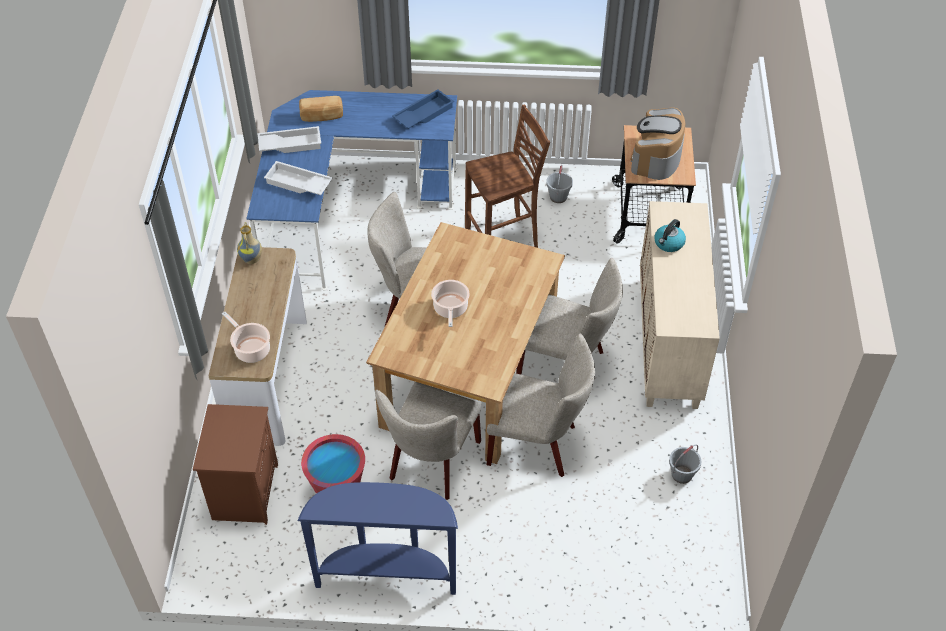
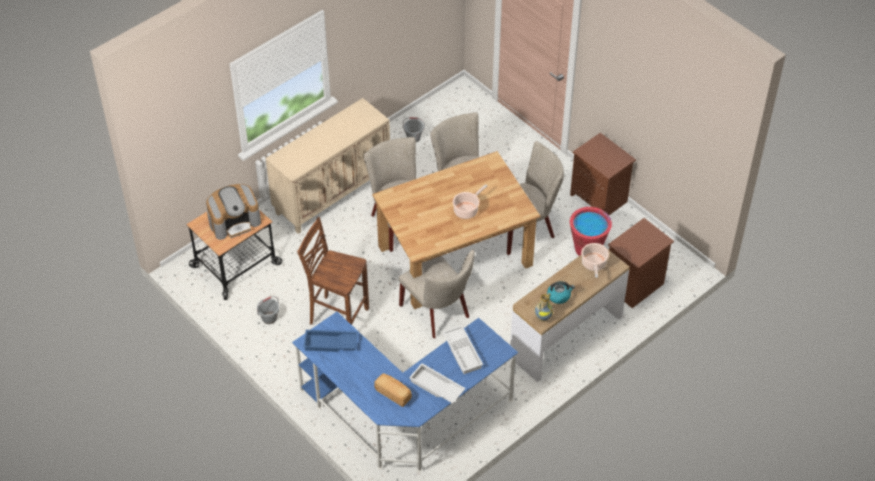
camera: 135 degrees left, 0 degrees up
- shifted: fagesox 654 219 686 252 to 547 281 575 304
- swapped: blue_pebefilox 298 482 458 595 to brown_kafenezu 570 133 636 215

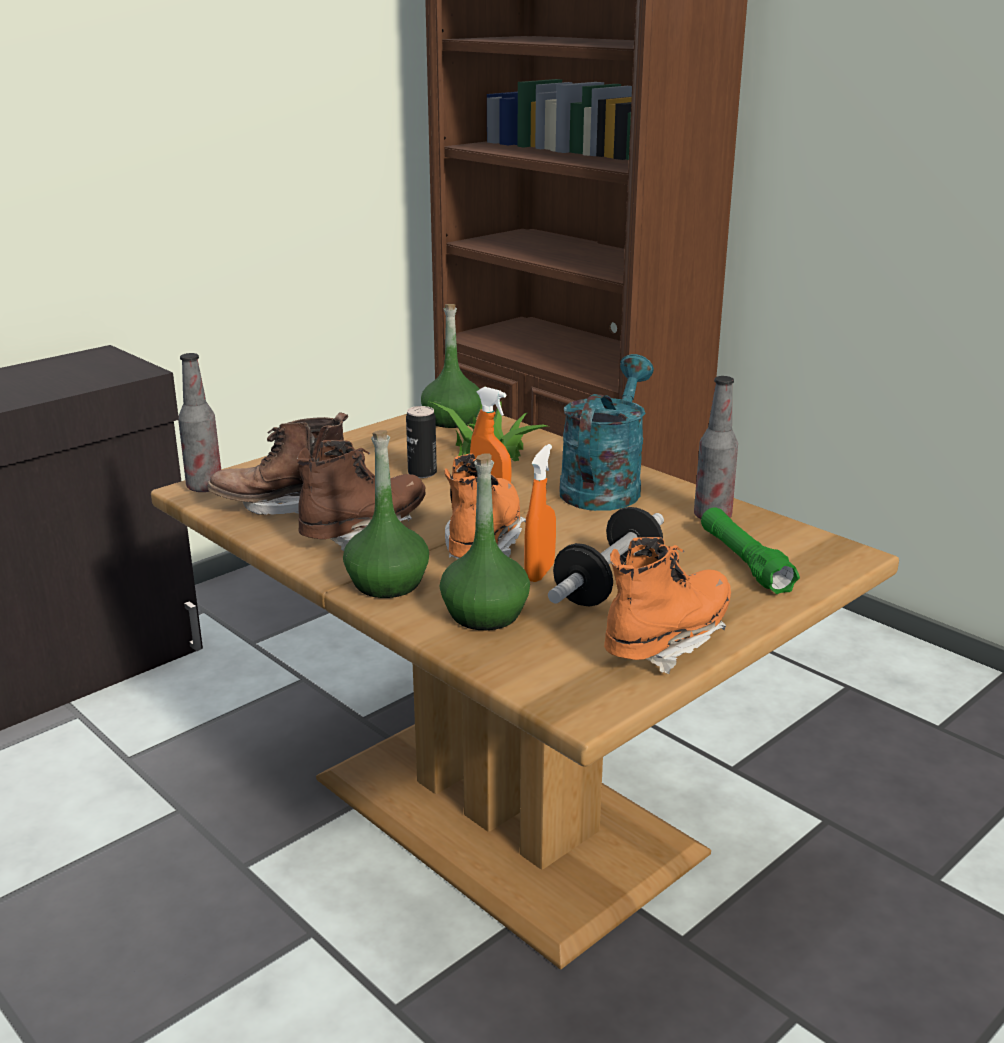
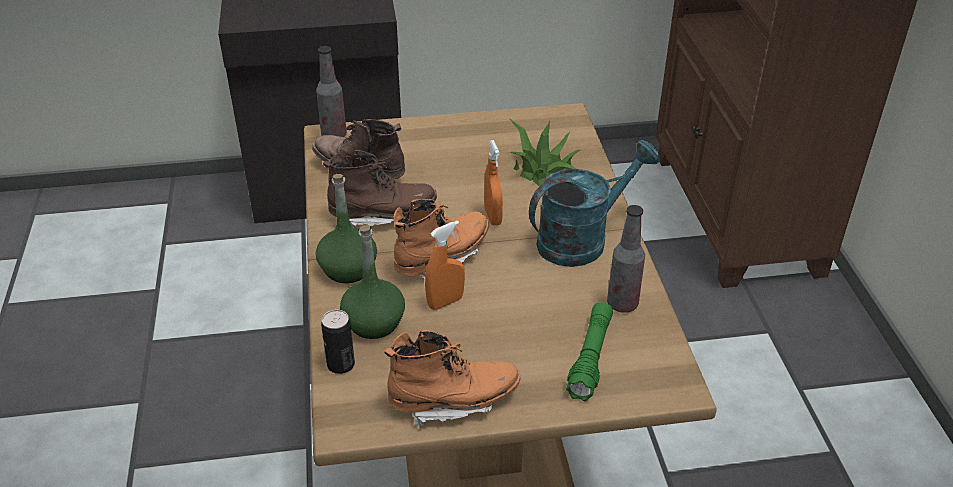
camera: 35 degrees right, 15 degrees up
- shifted: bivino 406 406 437 478 to 321 310 355 374
- gone: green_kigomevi 421 304 481 428
- gone: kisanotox 548 507 664 606

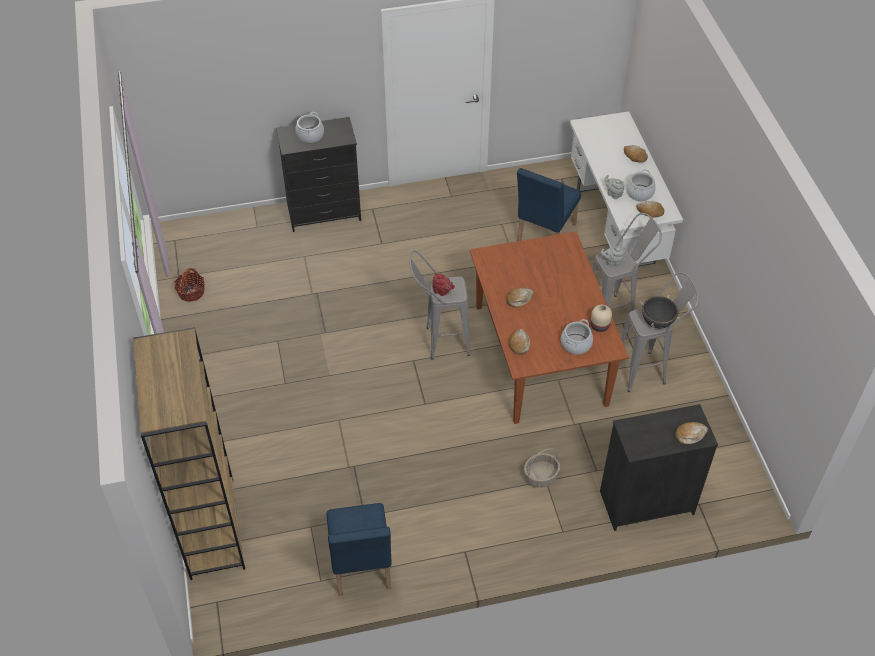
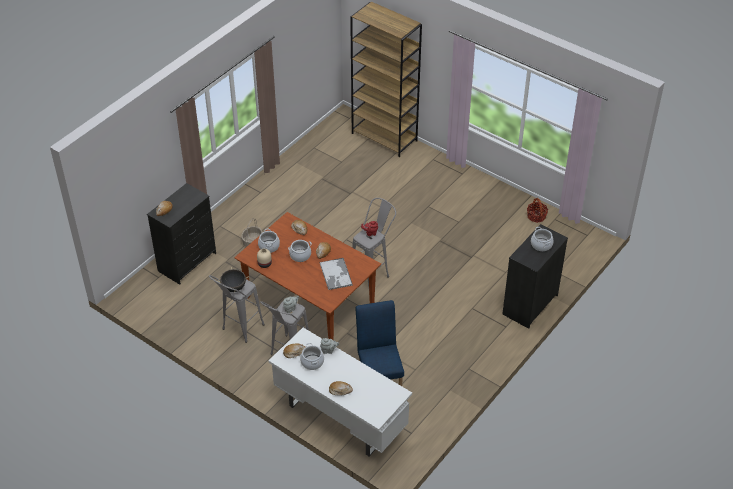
camera: 140 degrees right, 5 degrees down
- new: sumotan 288 240 312 262
- new: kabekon 319 258 353 290
- gone: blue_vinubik 326 503 391 596

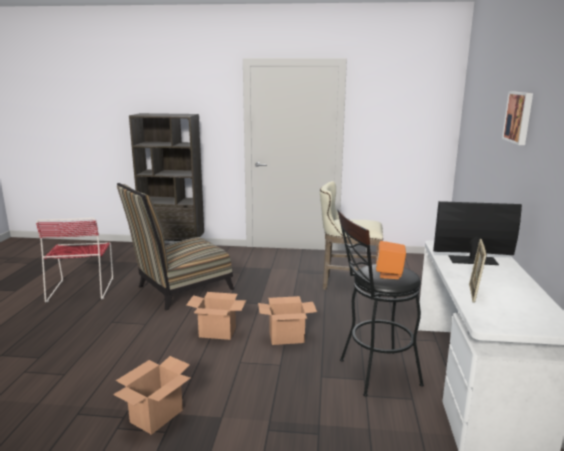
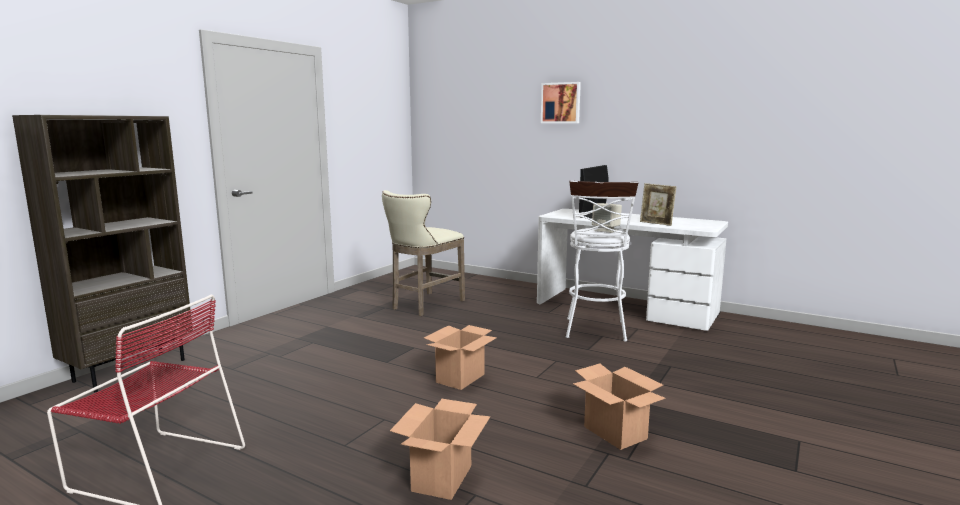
camera: 65 degrees left, 5 degrees down
- shifted: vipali 258 296 317 345 to 390 399 490 500
- repainted: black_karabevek 338 209 424 396 to white_karabevek 566 181 639 342
- repainted: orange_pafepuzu 376 241 406 279 to beige_pafepuzu 592 203 622 233
- gone: vinubik 117 183 235 310

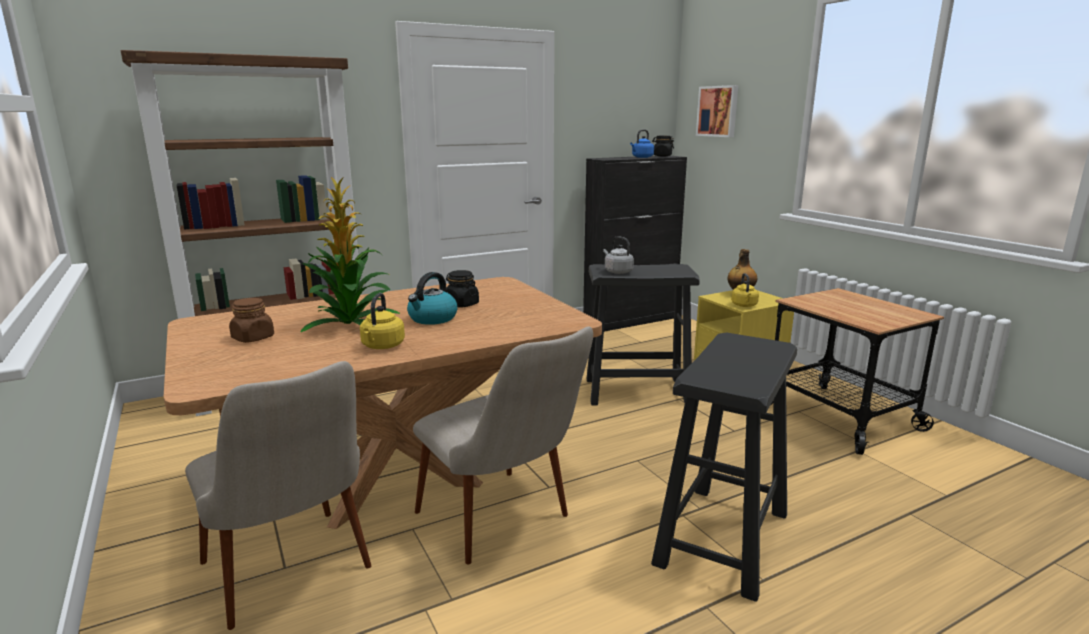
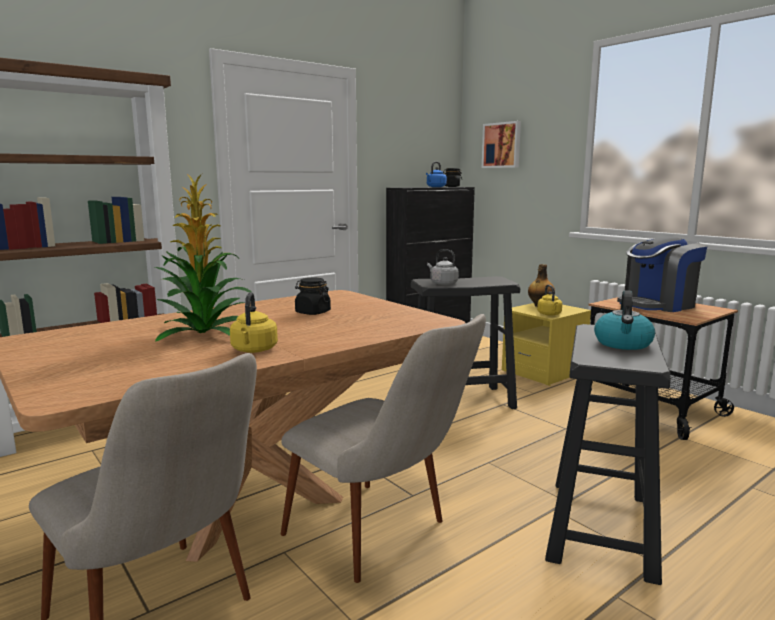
camera: 10 degrees left, 5 degrees down
- shifted: fagesox 407 272 457 325 to 594 290 655 350
- new: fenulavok 617 237 707 312
- gone: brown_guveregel 229 298 274 343

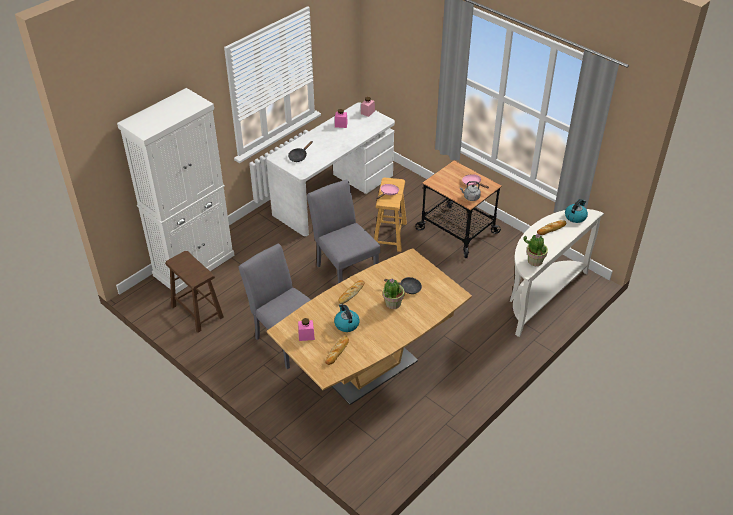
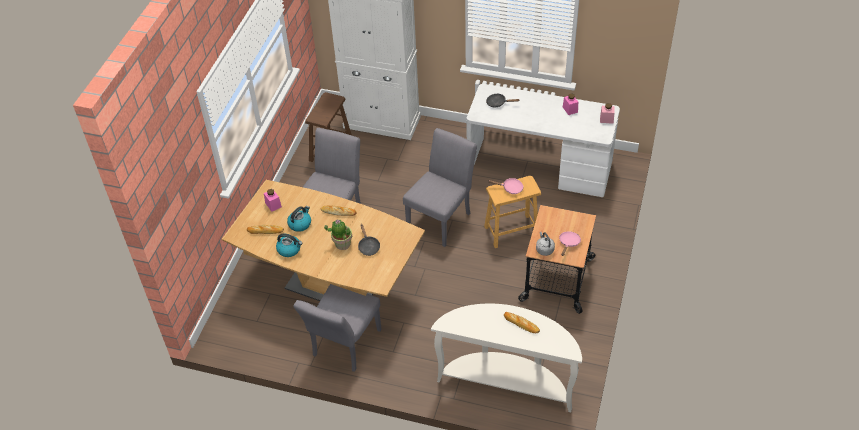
camera: 65 degrees right, 5 degrees up
- shifted: fagesox 565 199 588 223 to 276 233 303 257
- new: grey_vinubik 293 284 382 372
- gone: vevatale 523 234 548 266

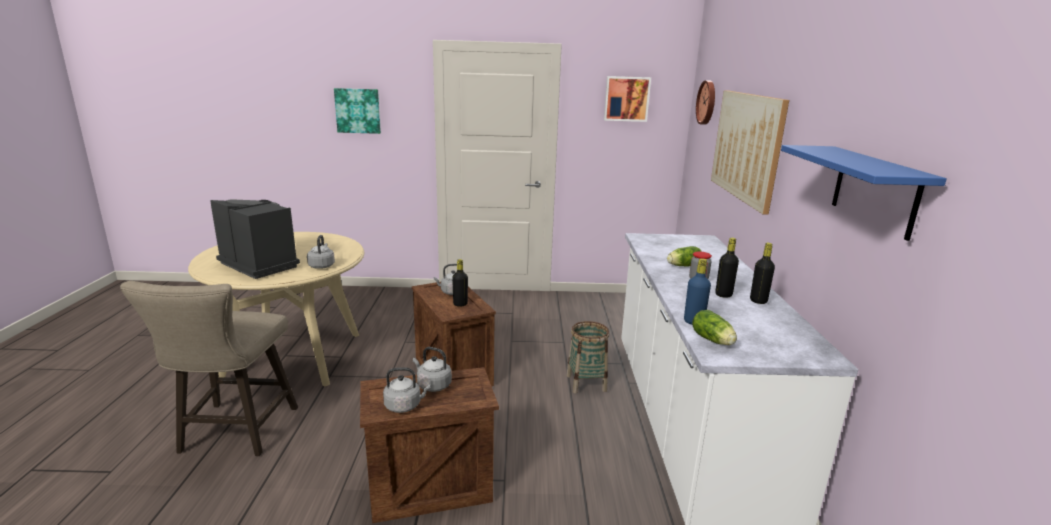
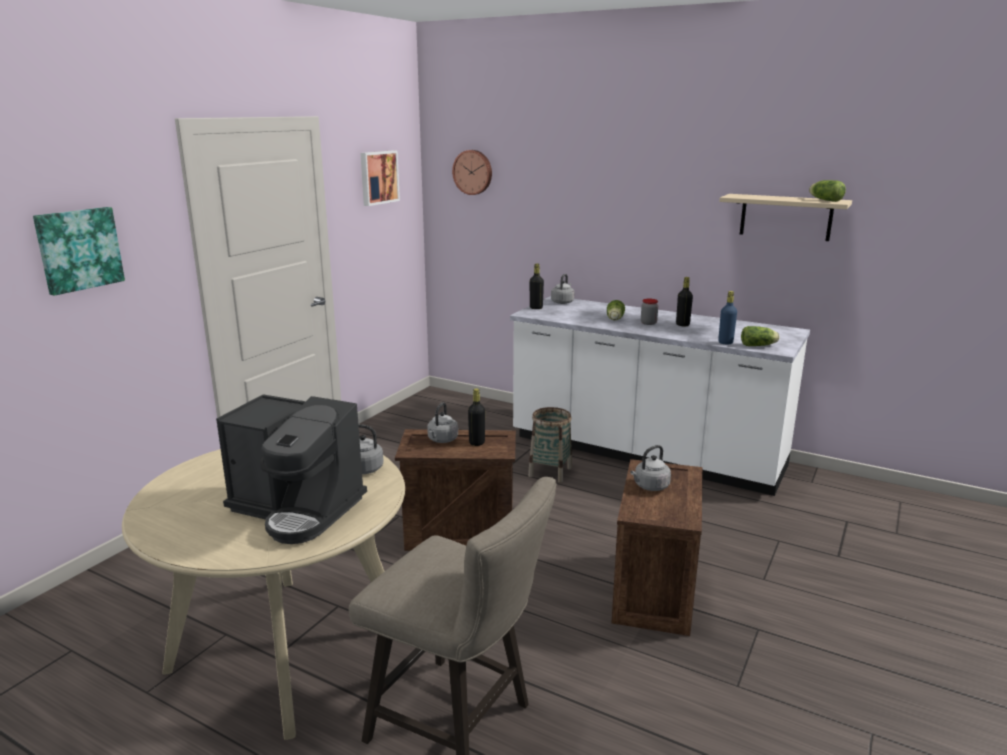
camera: 60 degrees left, 0 degrees up
- rotated: fenulavok 210 199 300 279 = 216 394 367 544 135 degrees counterclockwise
- shifted: black_kigomevi 750 243 775 304 to 530 264 544 309
- shifted: grey_fagesox 383 367 430 413 to 551 274 574 304
- repainted: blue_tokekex 781 145 947 241 to beige_tokekex 719 194 852 241
- new: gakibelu 809 180 846 202
- gone: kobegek 711 90 789 215

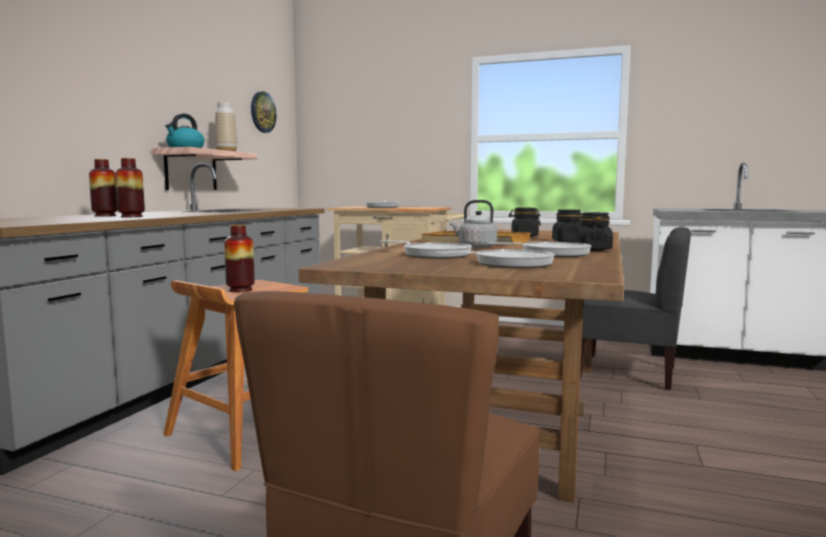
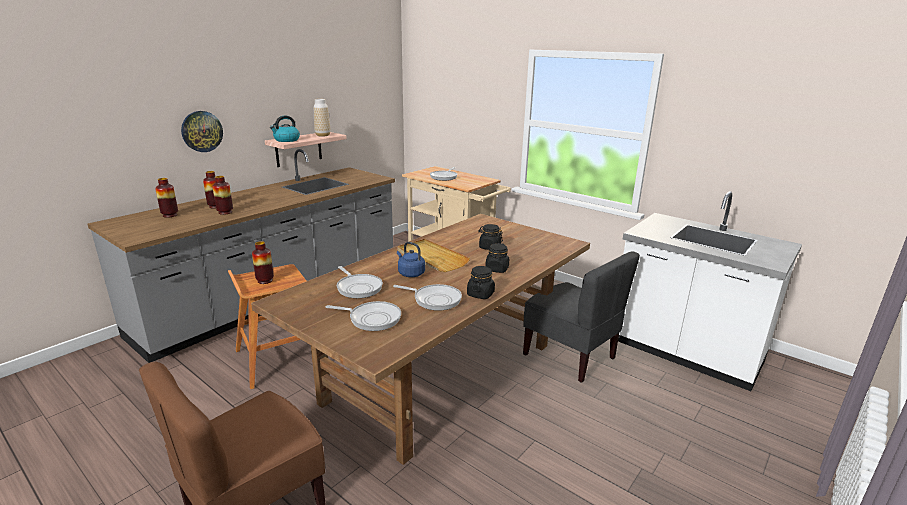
camera: 20 degrees right, 15 degrees up
- new: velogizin 155 178 178 218
- shifted: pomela 251 91 276 133 to 181 111 223 152
- repainted: grey_fagesox 450 200 497 249 to blue_fagesox 397 242 425 277

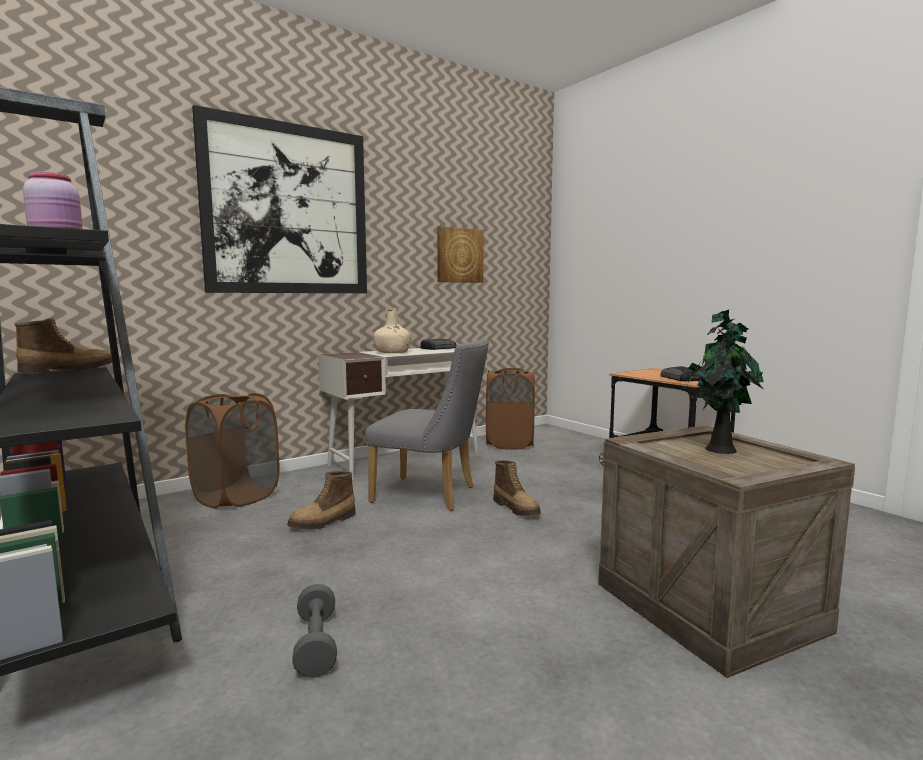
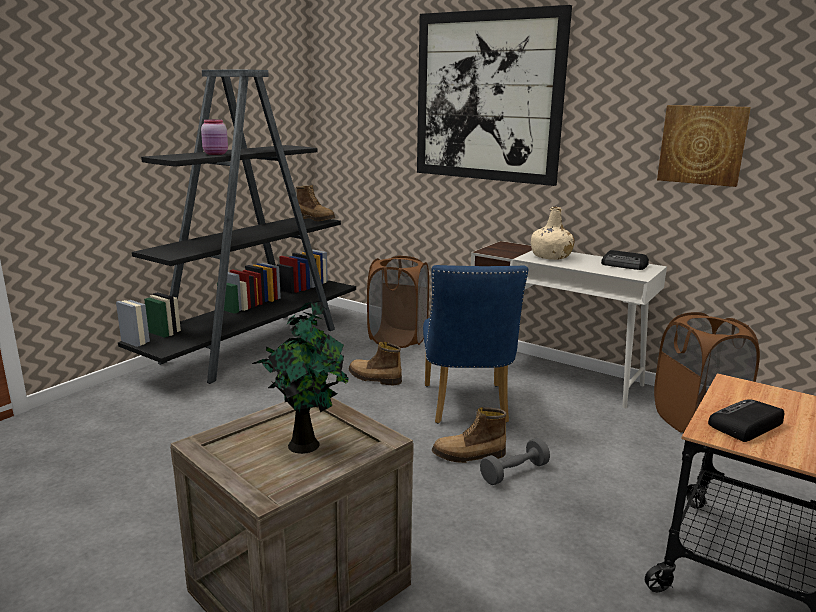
camera: 70 degrees right, 10 degrees up
- repainted: grey_vinubik 365 338 489 511 to blue_vinubik 423 265 528 424
- rotated: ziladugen 493 460 541 516 = 432 407 507 463 45 degrees clockwise
- shifted: grey_kisanotox 292 584 337 677 to 480 438 550 485

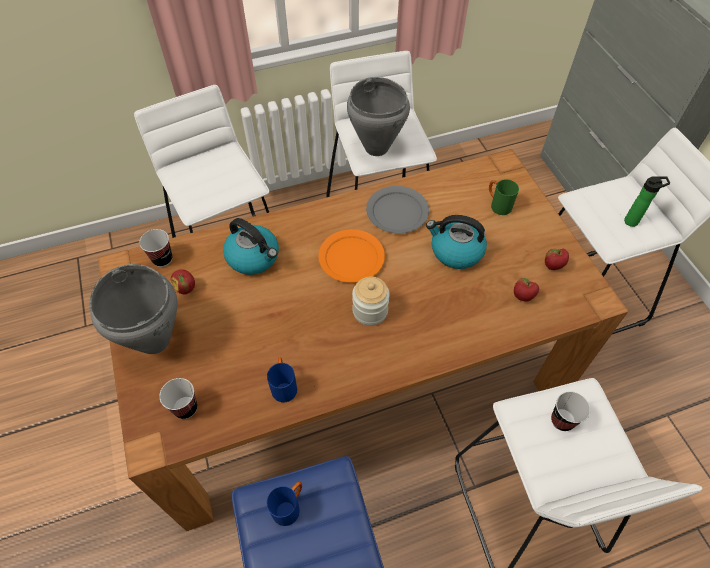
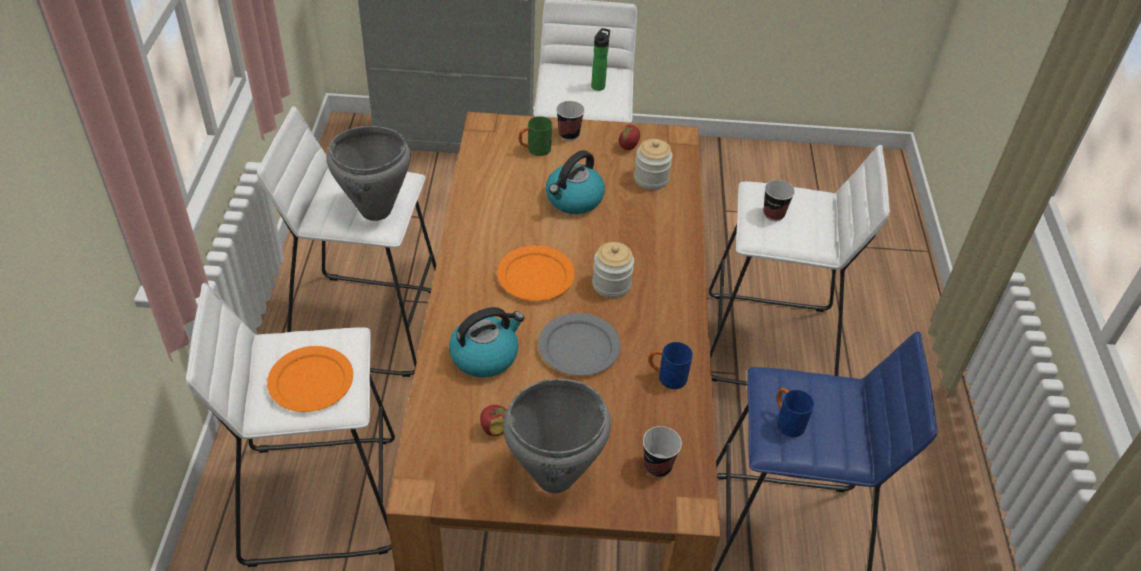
camera: 70 degrees left, 10 degrees down
- new: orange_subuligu 267 346 353 412
- shifted: grey_subuligu 366 186 429 233 to 538 313 621 376
- shifted: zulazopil 139 229 172 267 to 556 101 585 141
- swapped: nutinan 514 278 539 302 to guveregel 634 139 673 190

